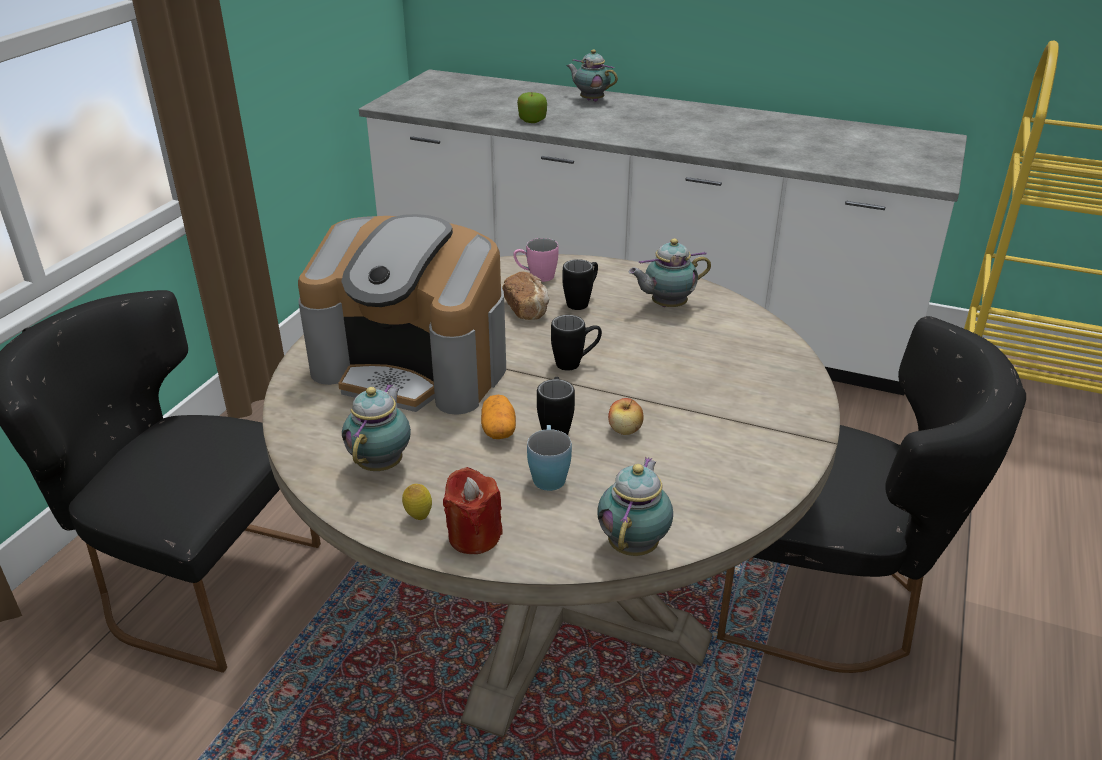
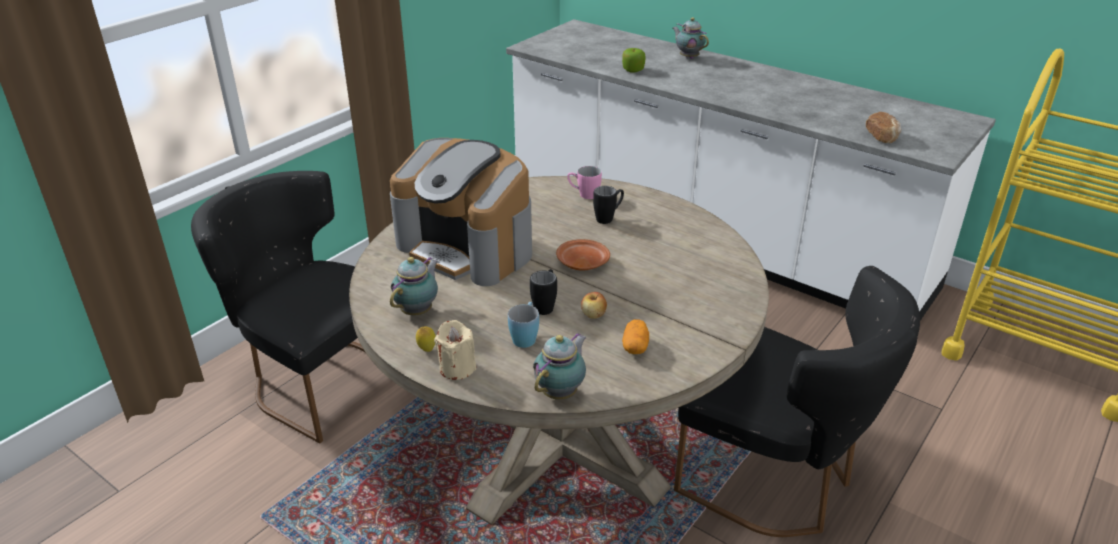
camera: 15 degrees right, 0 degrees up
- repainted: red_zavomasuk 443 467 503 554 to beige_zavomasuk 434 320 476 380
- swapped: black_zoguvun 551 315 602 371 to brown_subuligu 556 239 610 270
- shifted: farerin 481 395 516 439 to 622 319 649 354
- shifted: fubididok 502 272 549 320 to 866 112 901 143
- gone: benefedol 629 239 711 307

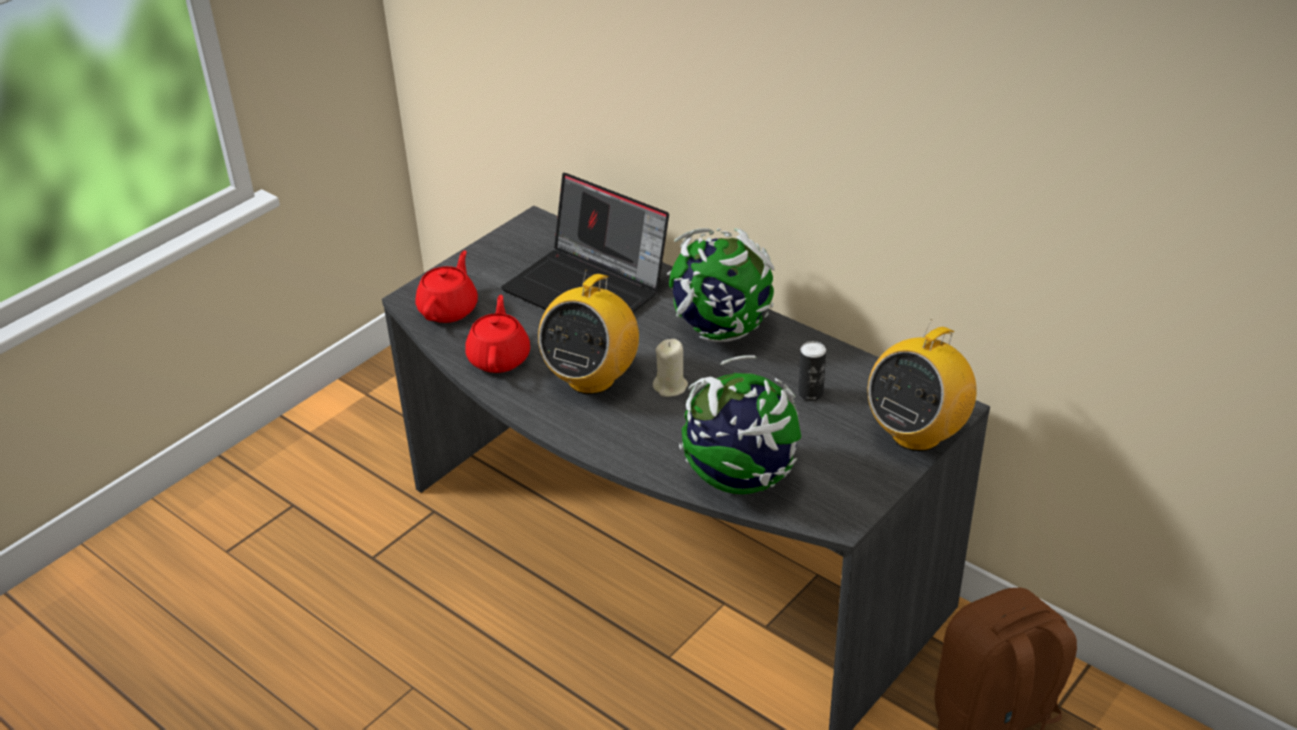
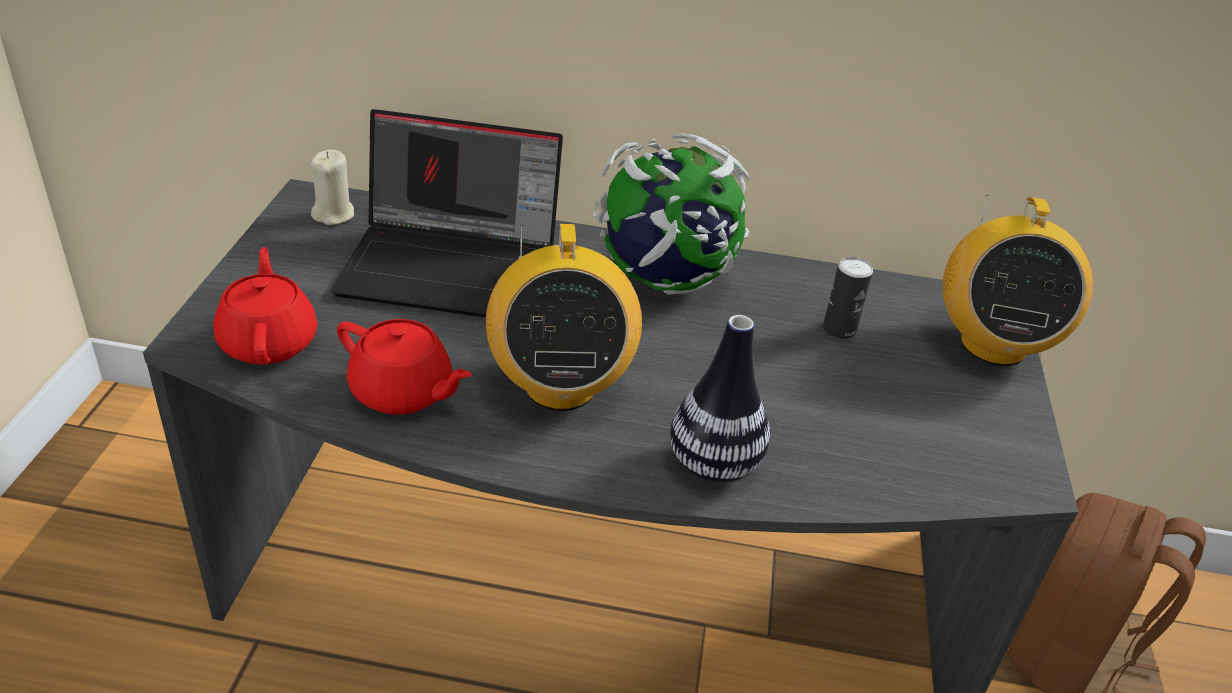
camera: 35 degrees left, 0 degrees up
- shifted: beige_zavomasuk 653 339 688 397 to 311 149 354 225
- rotated: red_benefedol 465 295 530 373 = 337 319 472 415 150 degrees clockwise
- new: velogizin 670 315 770 483
- gone: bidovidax 679 355 801 494

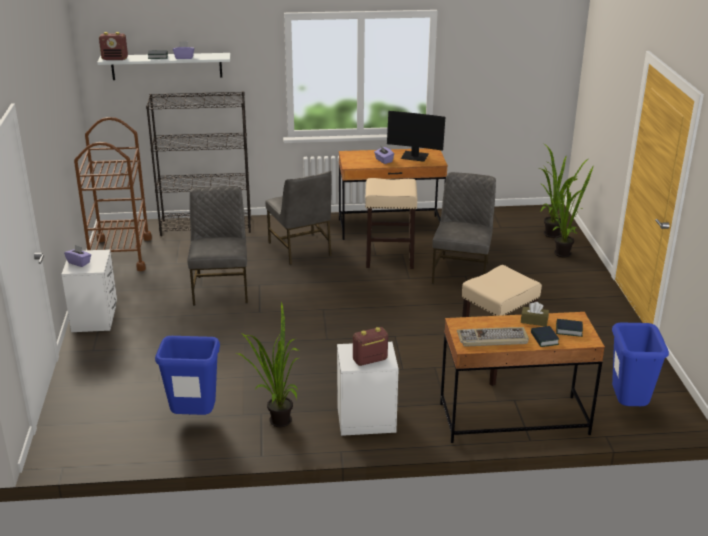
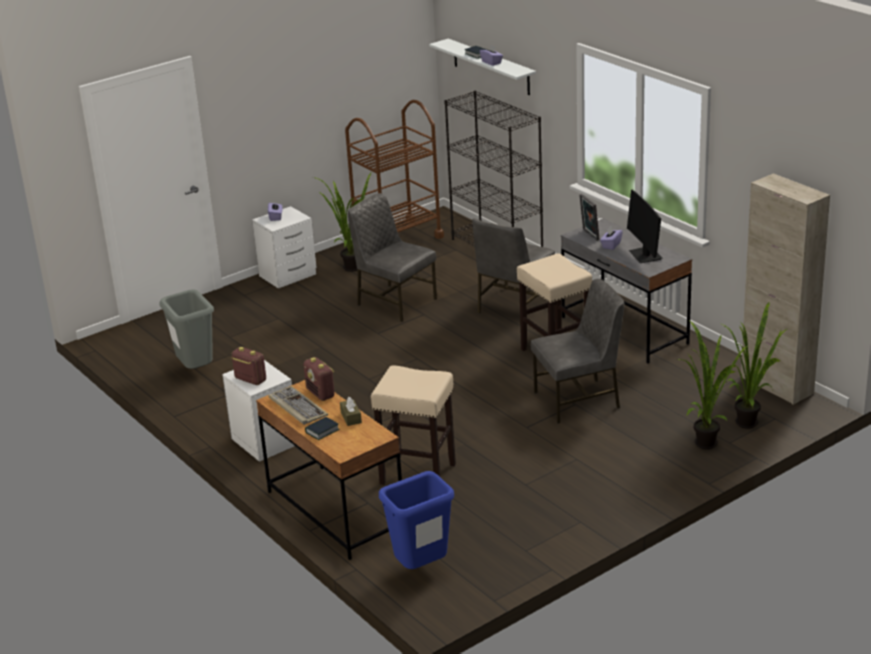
camera: 60 degrees right, 0 degrees up
- repainted: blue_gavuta 155 336 220 415 to grey_gavuta 160 289 214 369
- shifted: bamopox 99 32 128 60 to 303 357 335 401
- shifted: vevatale 236 302 299 427 to 313 173 371 272
- rotated: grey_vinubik 188 186 248 306 = 348 193 437 322 105 degrees counterclockwise
- repainted: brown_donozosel 339 148 448 240 to grey_donozosel 561 219 692 364
- new: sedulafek 579 194 600 241
- new: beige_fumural 741 173 830 405
- gone: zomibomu 556 319 583 337

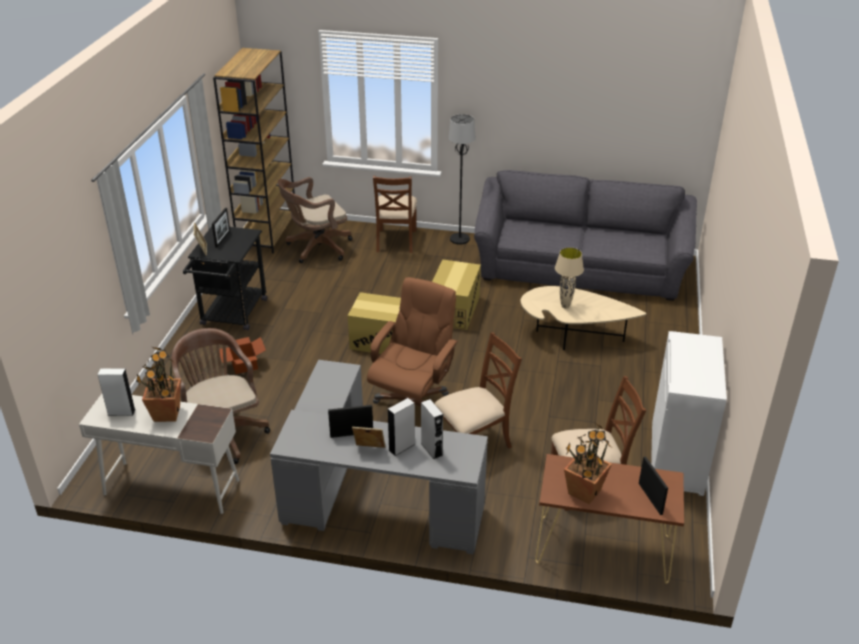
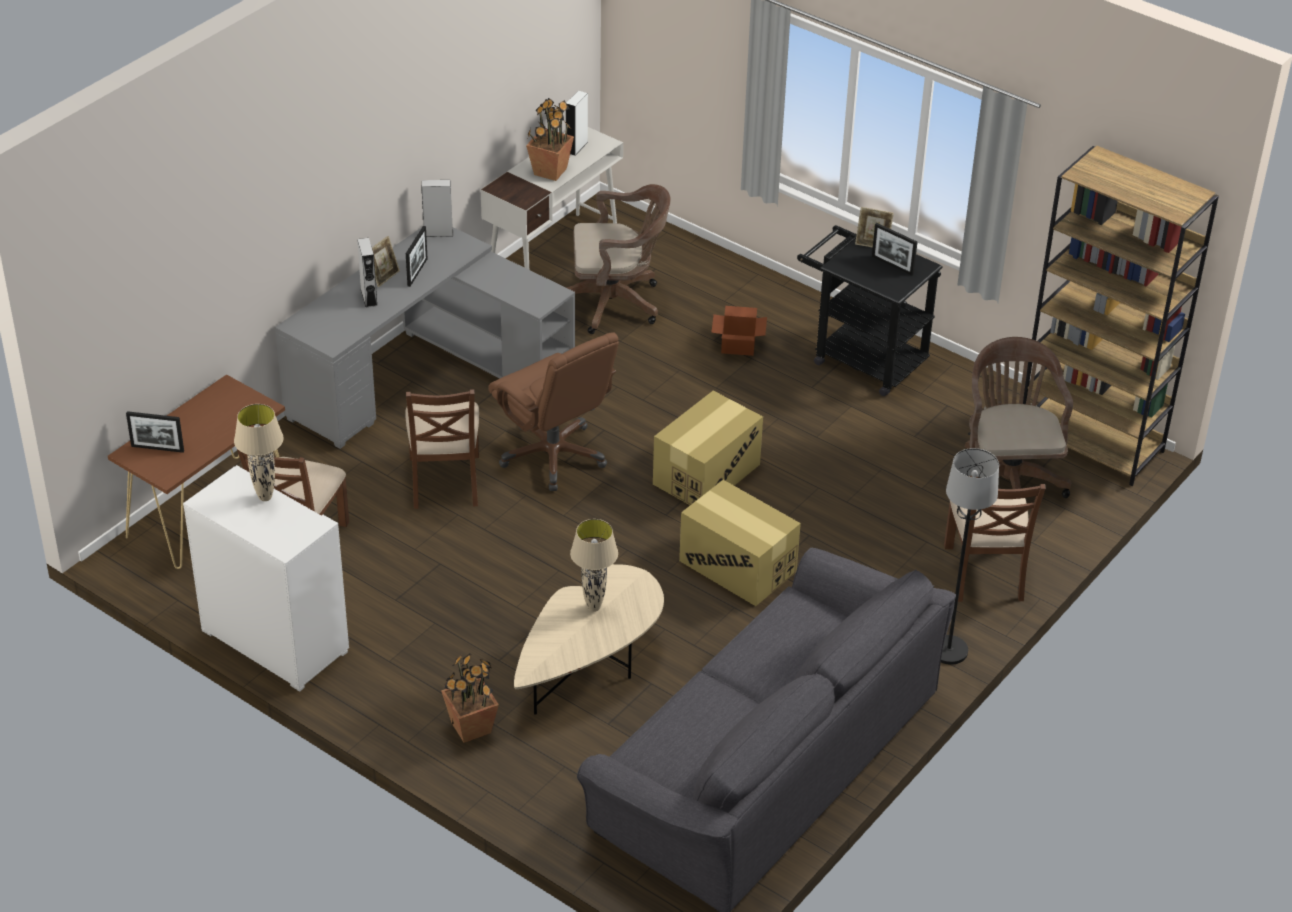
camera: 115 degrees right, 5 degrees up
- new: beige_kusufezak 234 404 284 501
- shifted: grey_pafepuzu 421 399 443 459 to 421 180 453 237
- shifted: vevatale 564 423 612 504 to 441 653 499 743
- rotated: brown_vinubik 373 176 417 253 = 944 484 1046 602 120 degrees counterclockwise

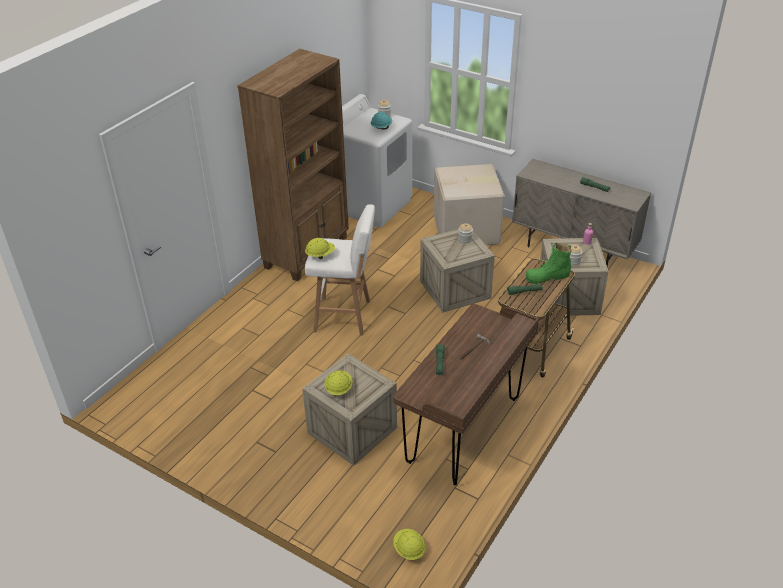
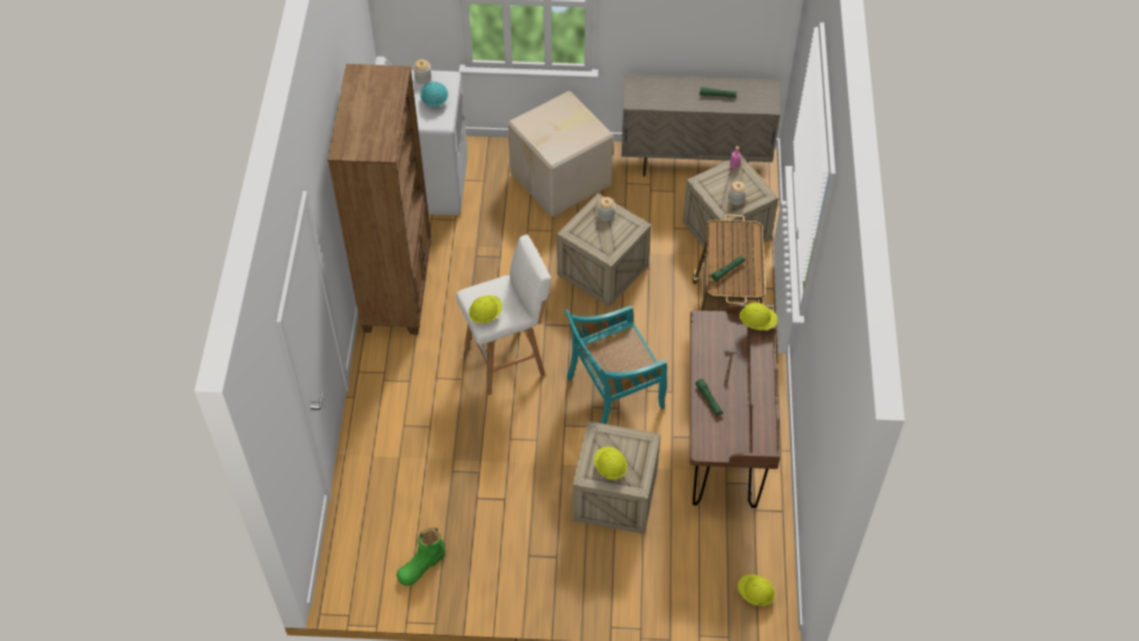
camera: 30 degrees left, 15 degrees up
- shifted: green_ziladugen 526 243 571 284 to 397 528 445 586
- new: turquoise_vinubik 564 305 667 424
- new: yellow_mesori 740 303 778 330

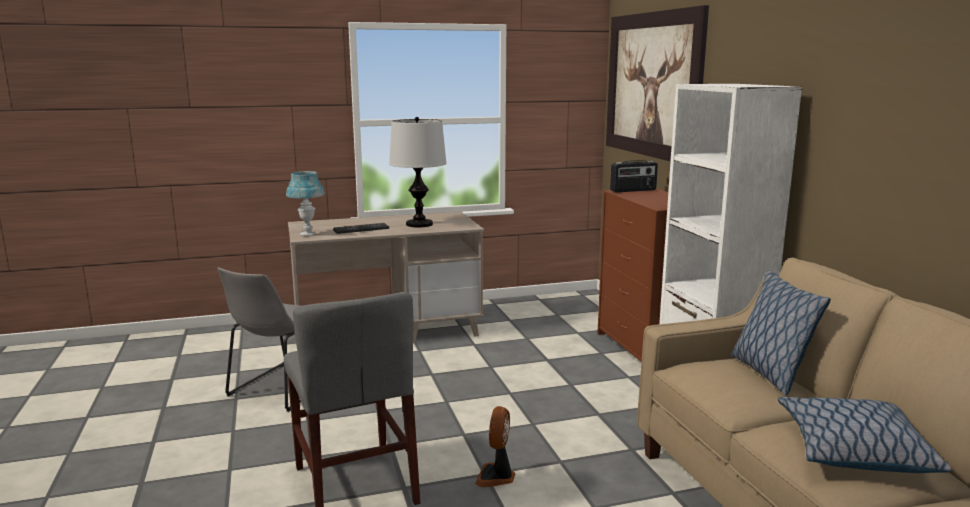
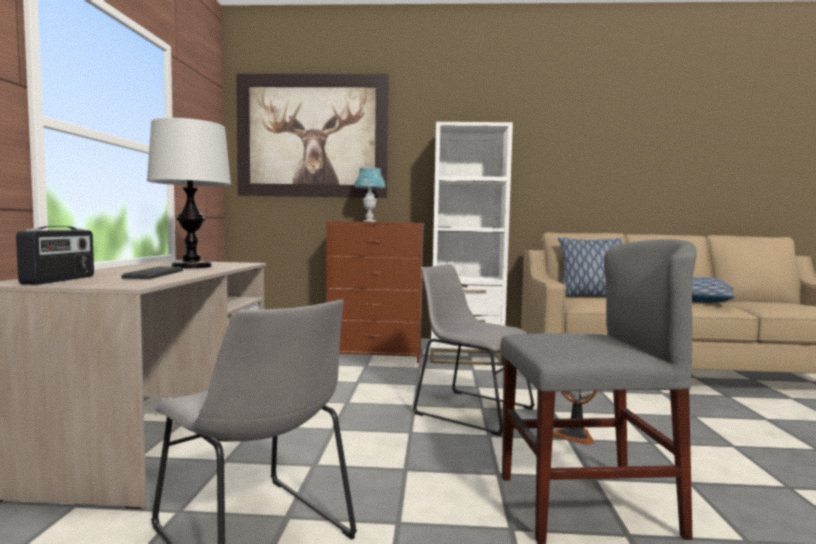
camera: 70 degrees left, 10 degrees down
- shifted: bamopox 610 160 658 192 to 16 226 94 285
- shifted: blue_kusufezak 286 171 325 236 to 354 167 386 222
- new: grey_vinubik 413 264 535 436

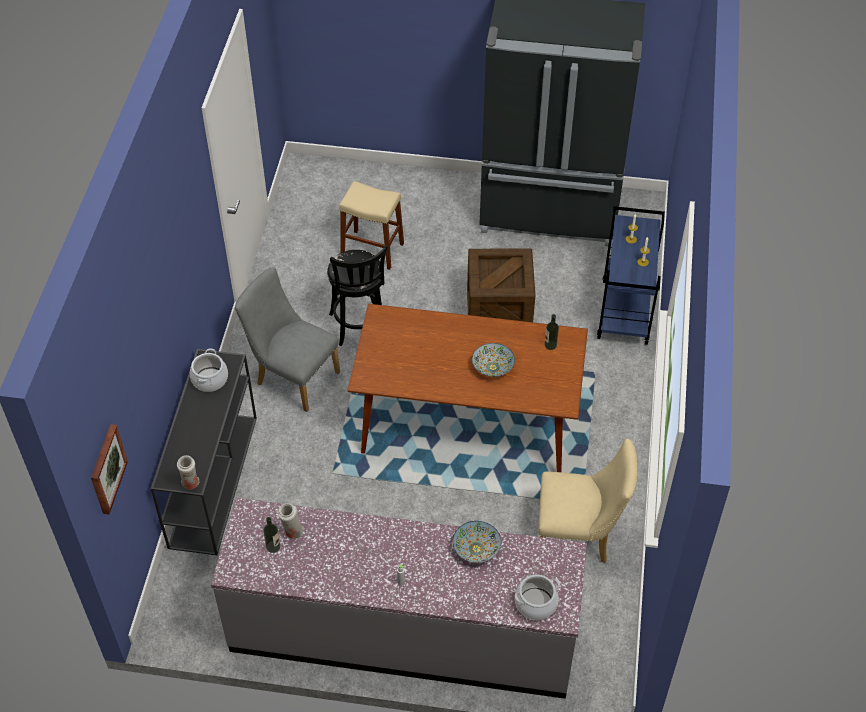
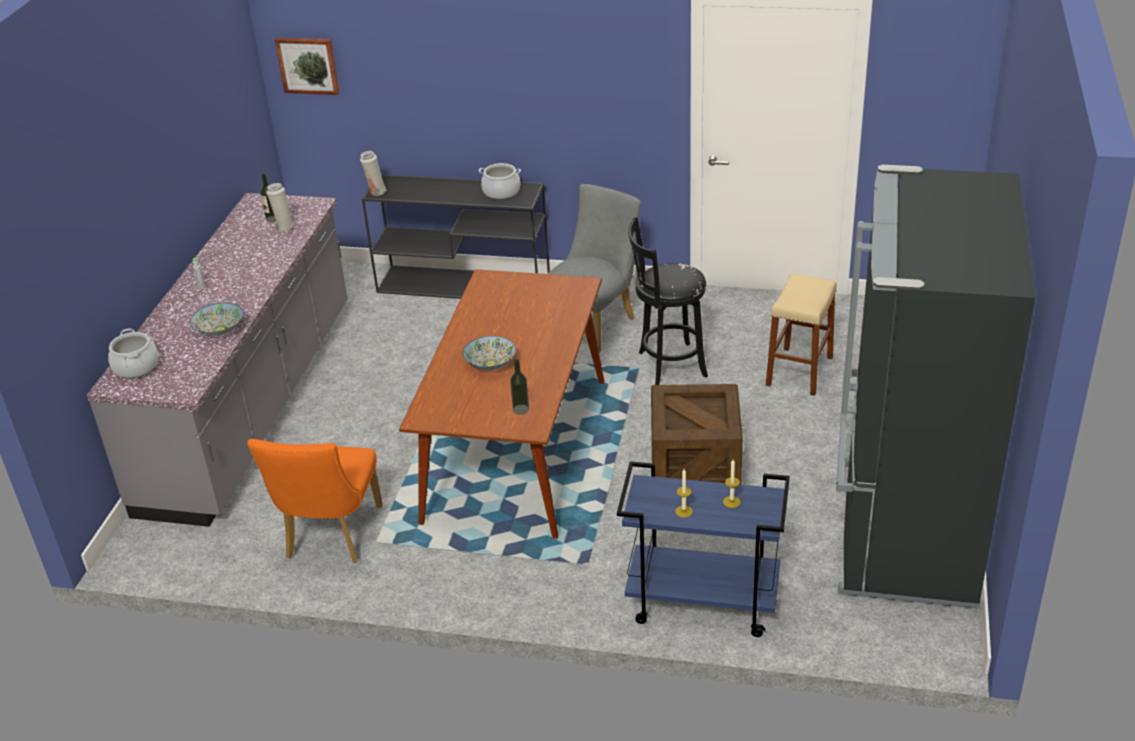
camera: 95 degrees right, 15 degrees down
- repainted: beige_vinubik 538 438 637 563 to orange_vinubik 247 439 382 563

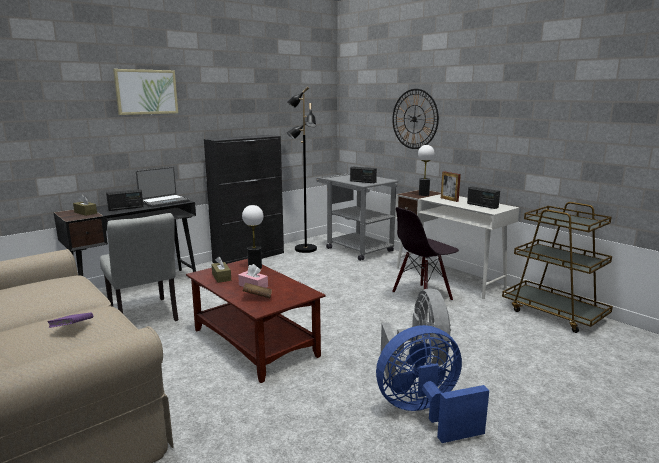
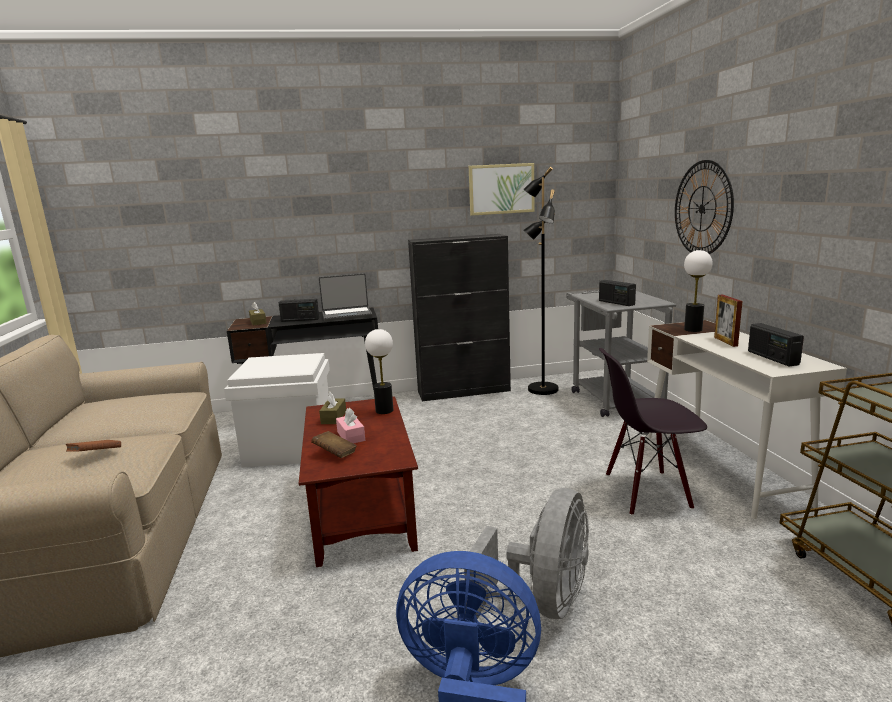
camera: 30 degrees right, 0 degrees up
- repainted: purple_zomibomu 47 313 93 328 to brown_zomibomu 66 440 121 452
- swapped: grey_vinubik 100 213 178 321 to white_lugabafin 224 353 330 467
- shifted: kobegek 113 69 178 115 to 469 163 534 216

